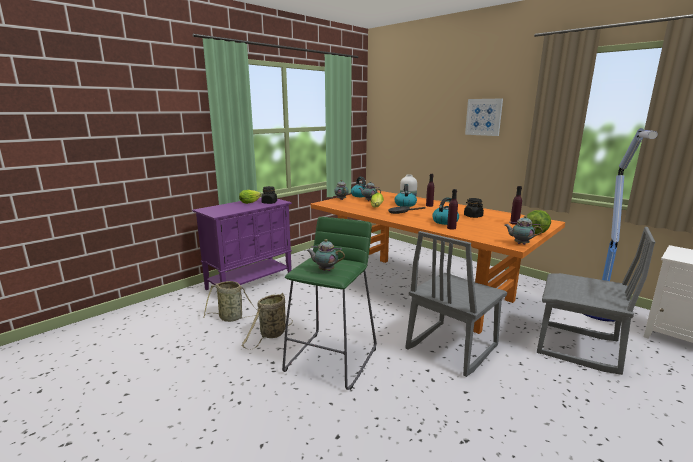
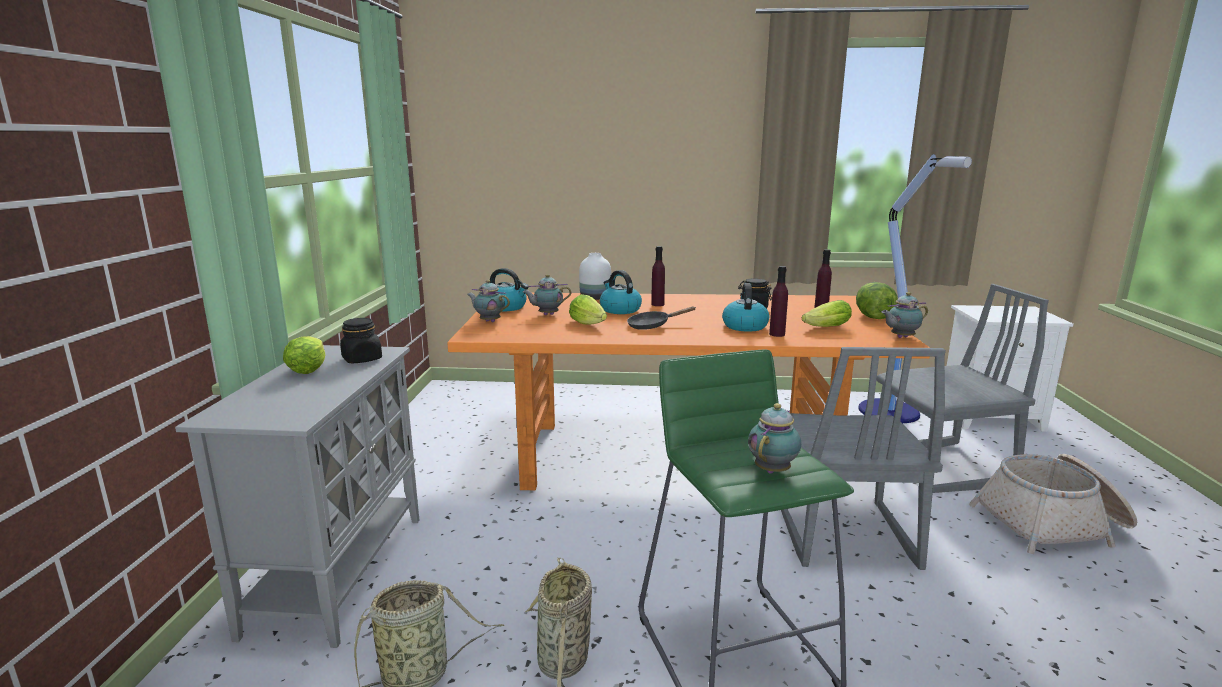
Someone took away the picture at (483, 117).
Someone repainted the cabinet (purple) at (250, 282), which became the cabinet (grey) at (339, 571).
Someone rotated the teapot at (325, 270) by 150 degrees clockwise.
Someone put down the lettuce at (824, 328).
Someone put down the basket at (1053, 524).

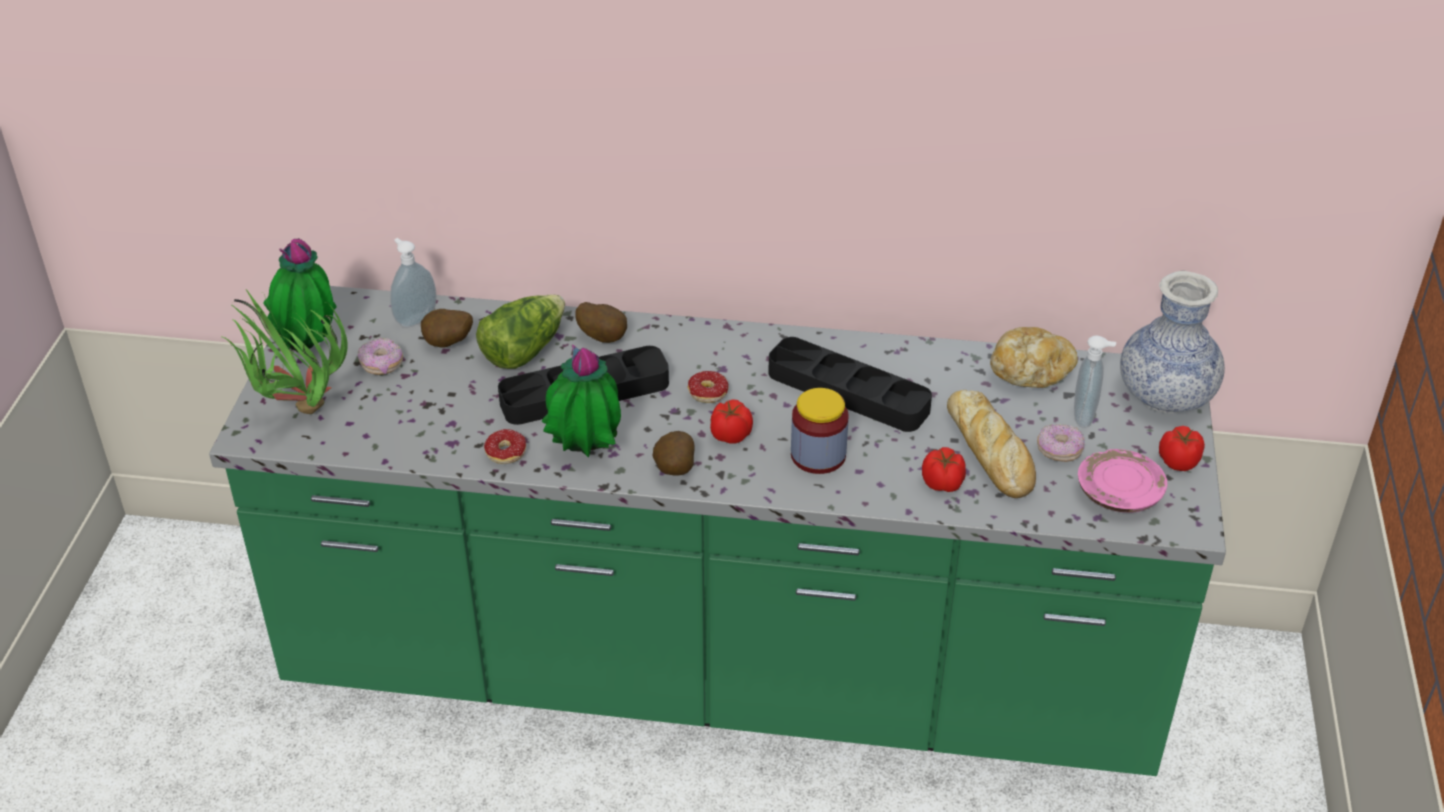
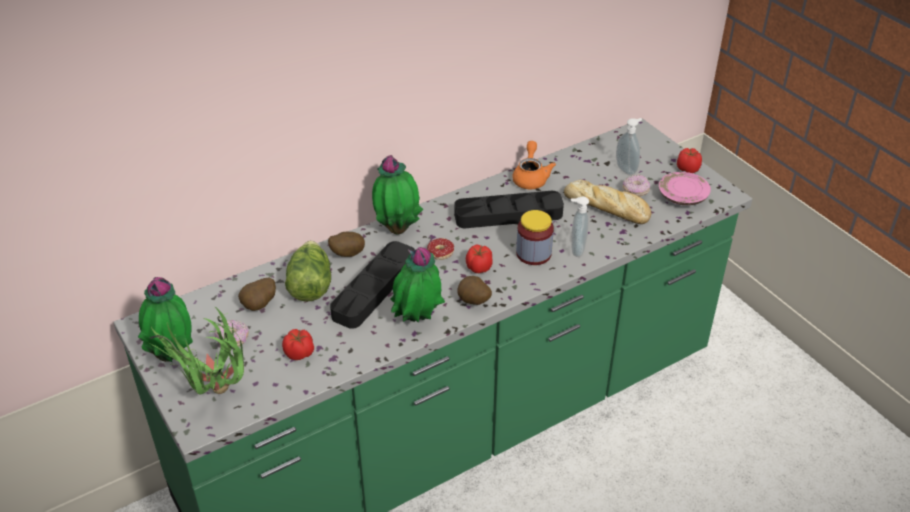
Someone carried the soap dispenser from (415, 319) to (576, 249).
Someone took away the vase at (1165, 396).
Someone took away the bread at (1030, 373).
Someone took away the donut at (498, 452).
Someone carried the tomato from (943, 484) to (300, 353).
Someone put down the teapot (orange) at (531, 177).
Someone put down the potted plant at (397, 228).

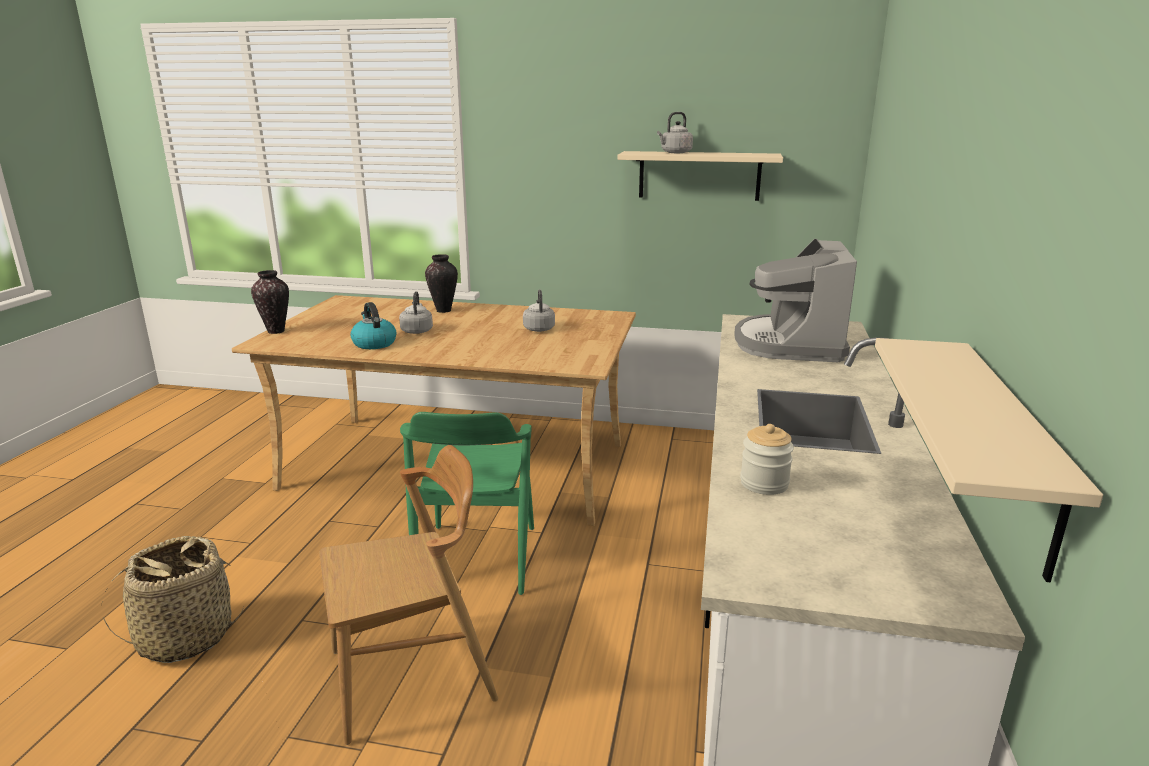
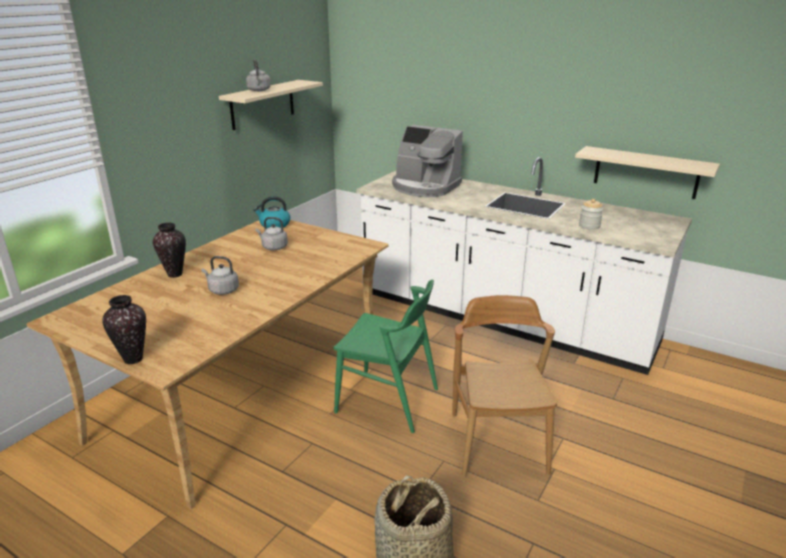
Someone carried the kettle from (374, 343) to (274, 225).

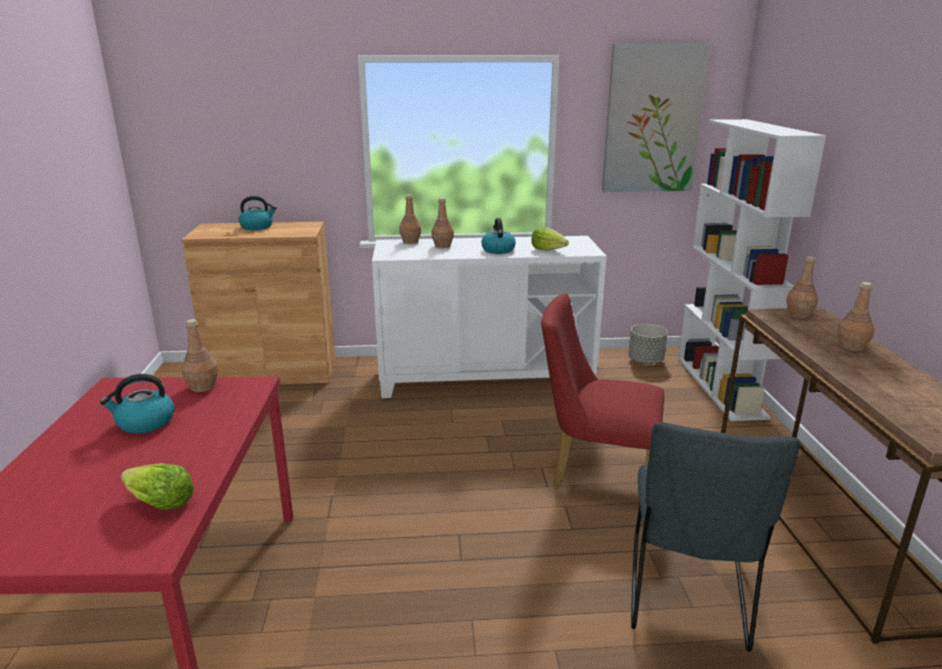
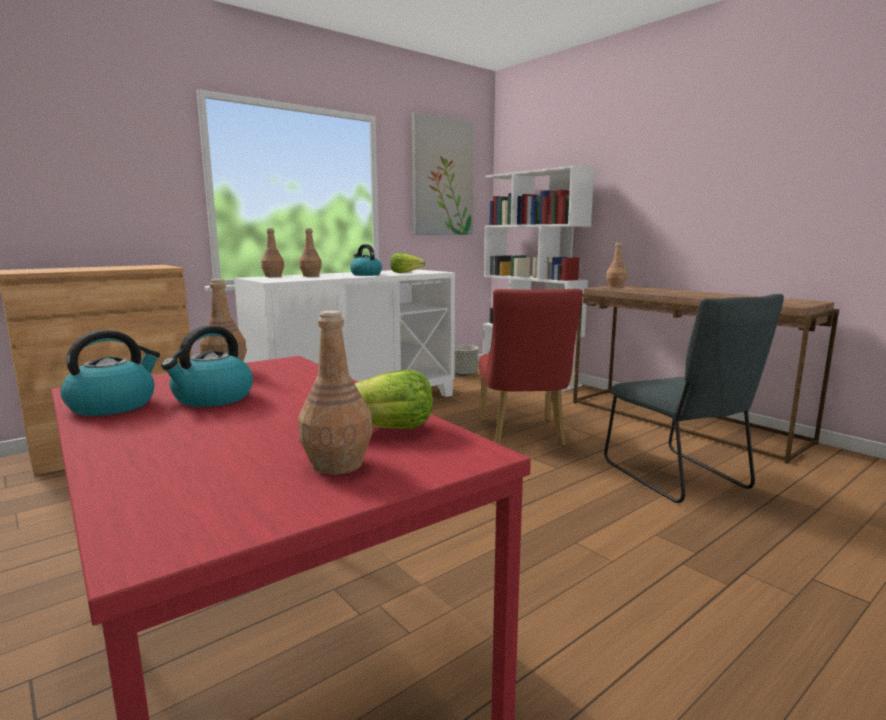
Someone carried the kettle from (257, 227) to (113, 405).
Someone carried the bottle (brown) from (852, 347) to (338, 464).
Someone rotated the chair (red) at (595, 472) by 75 degrees counterclockwise.

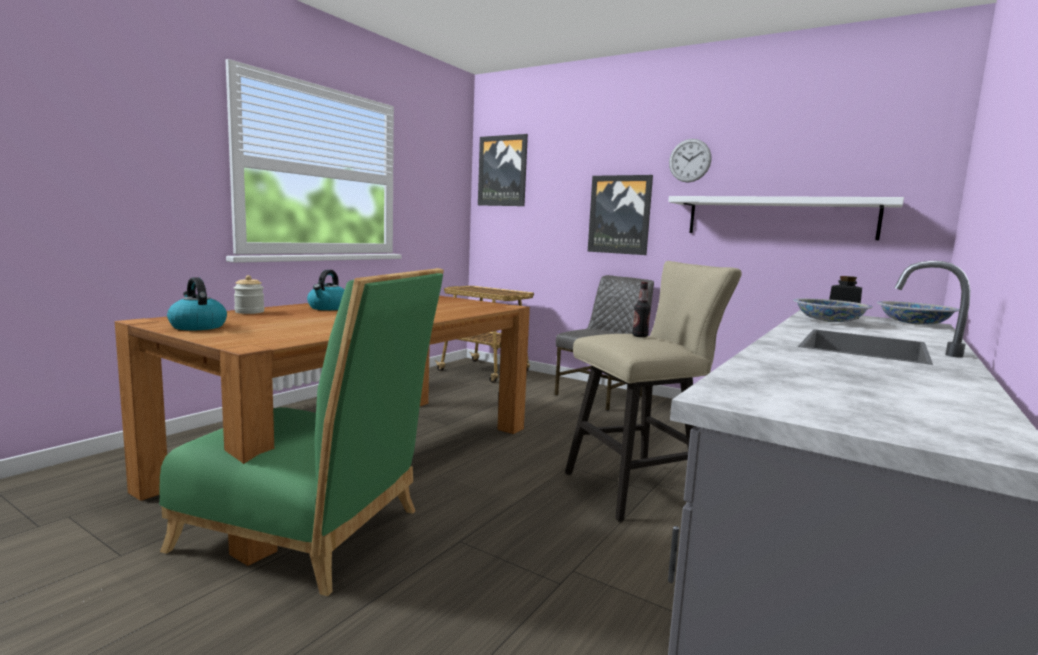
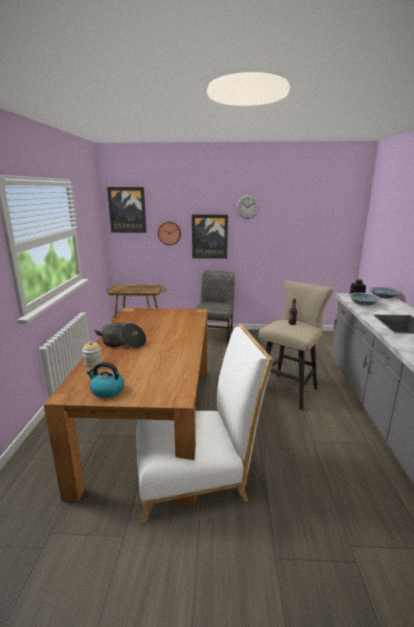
Someone took away the shelf (white) at (778, 217).
Someone repainted the chair (green) at (312, 533), which became the chair (white) at (197, 474).
Someone swapped the kettle at (328, 308) for the cooking pot at (123, 343).
Someone put up the wall clock at (169, 233).

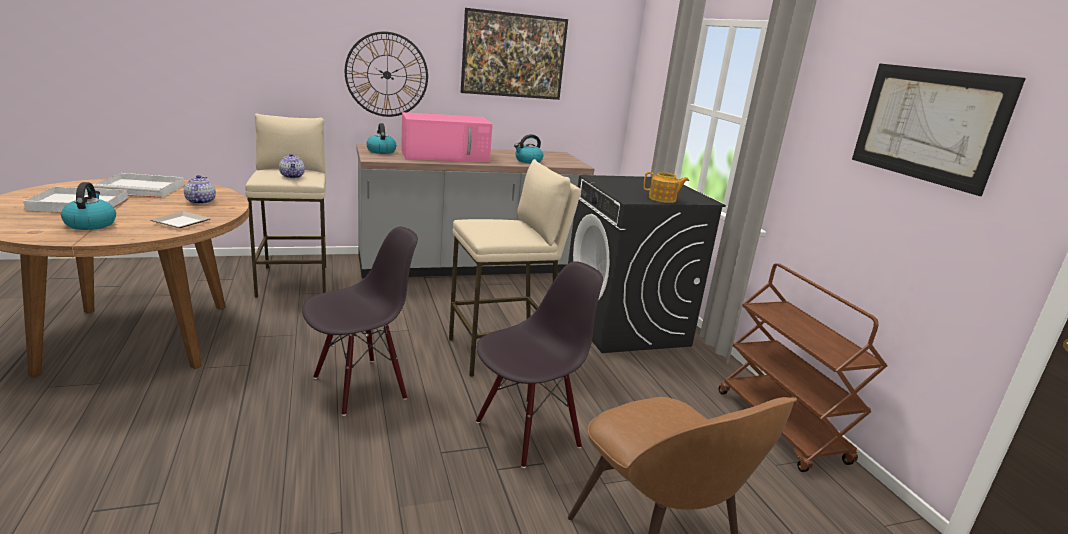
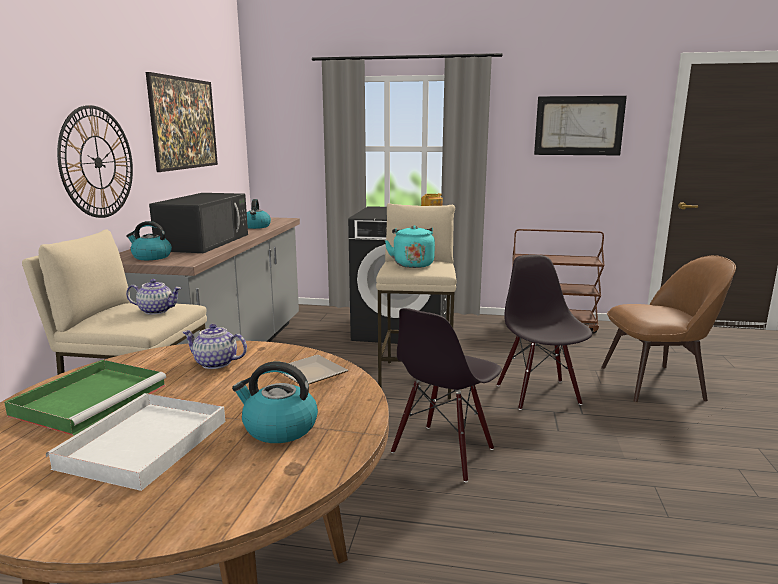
Someone repainted the microwave (pink) at (446, 156), which became the microwave (black) at (205, 242).
Someone repainted the tray (white) at (143, 189), which became the tray (green) at (92, 399).
Someone rotated the chair (black) at (360, 386) by 135 degrees counterclockwise.
Someone put down the kettle (turquoise) at (412, 264).

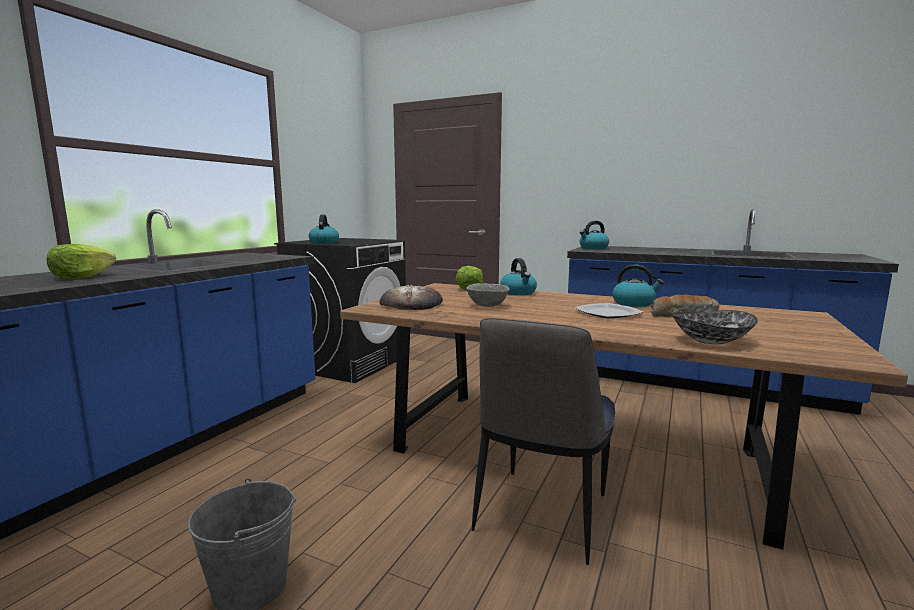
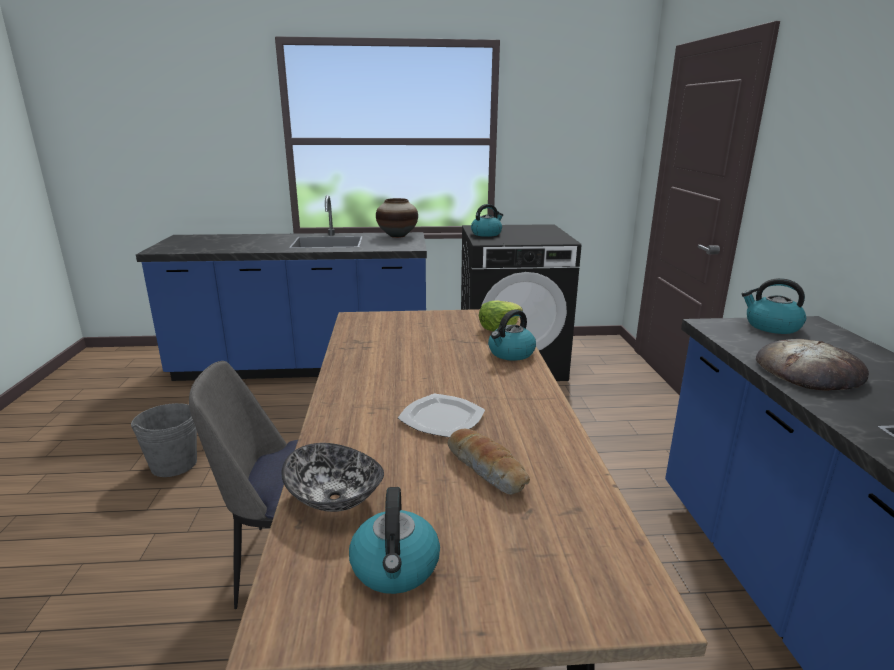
Someone took away the lettuce at (82, 277).
Someone carried the kettle from (634, 303) to (395, 568).
Someone took away the bowl (grey) at (487, 305).
Someone carried the bread from (411, 304) to (809, 371).
Someone put down the vase at (397, 236).

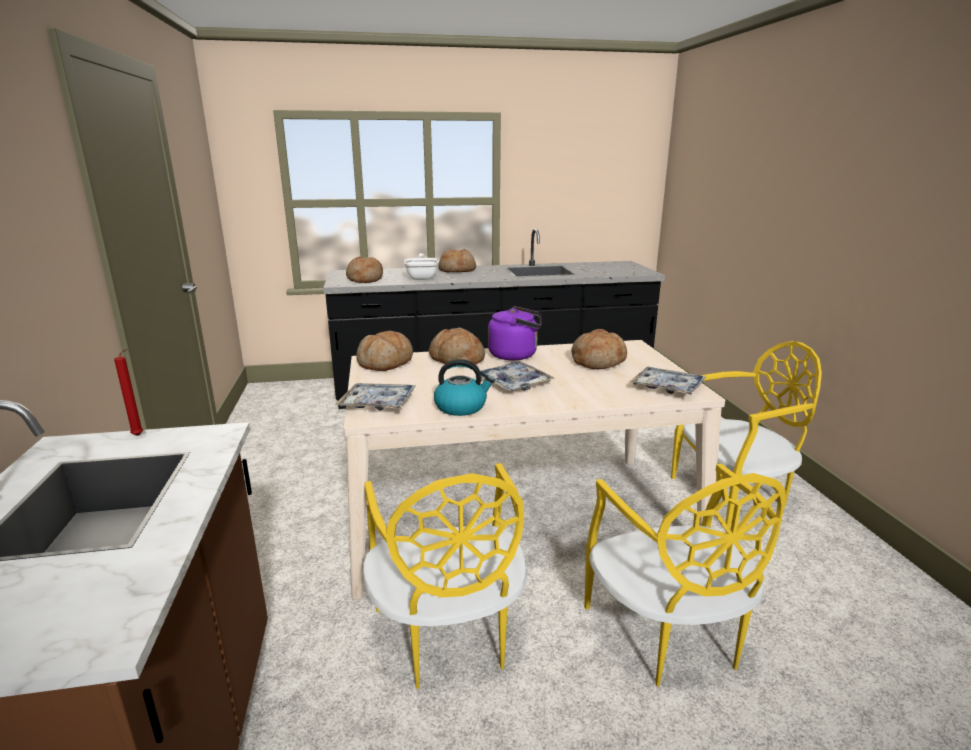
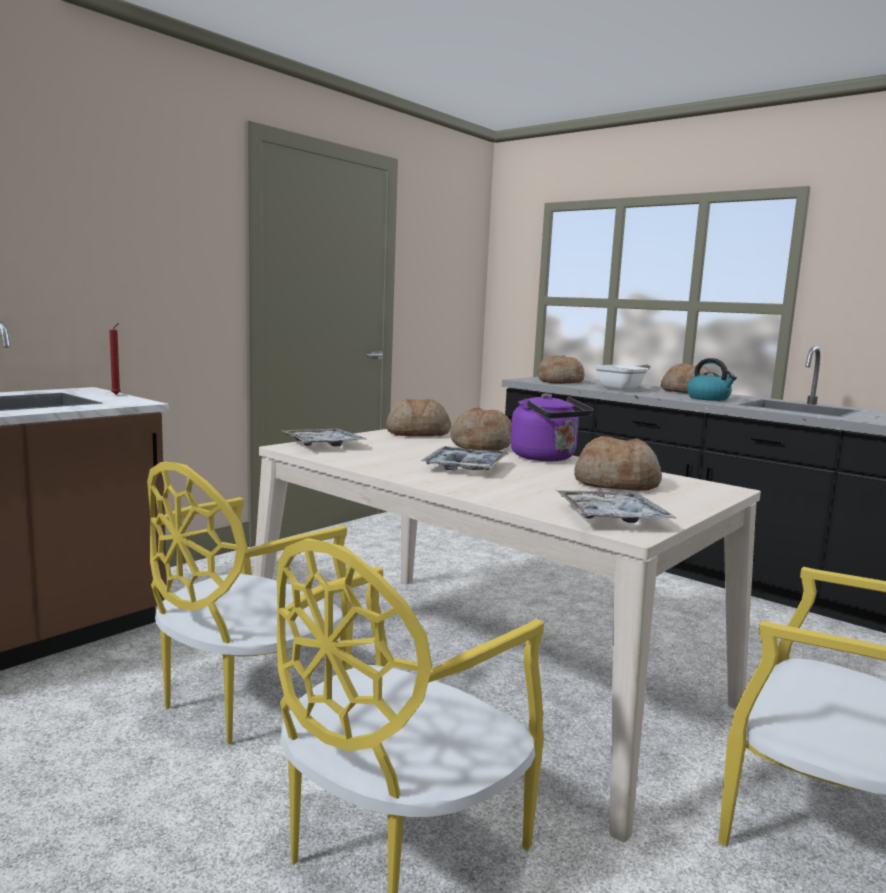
Someone carried the kettle from (461, 407) to (709, 398).

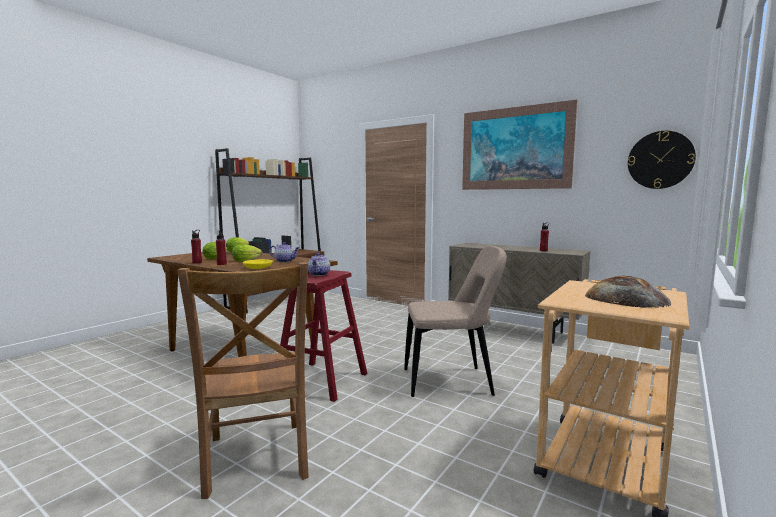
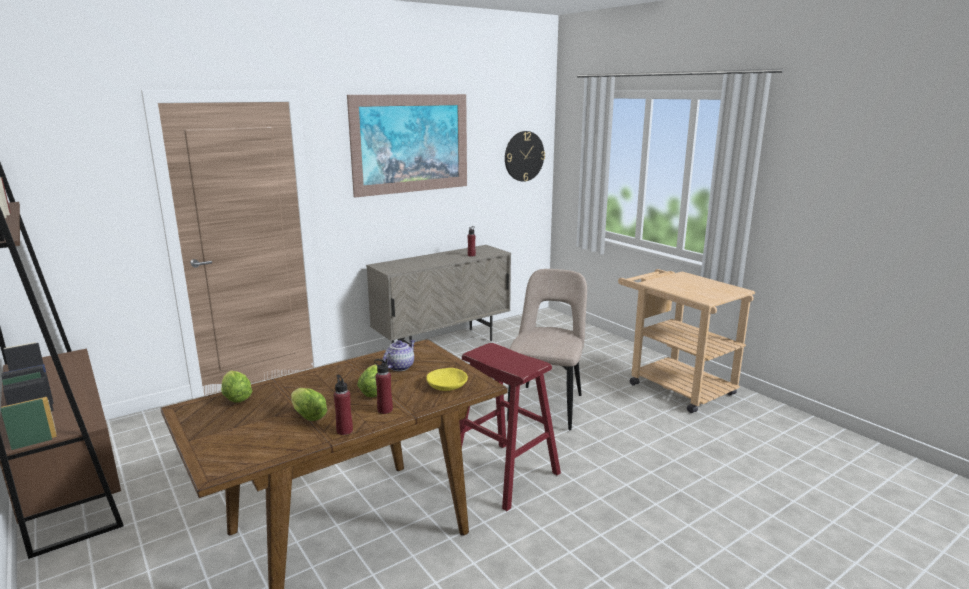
Someone took away the teapot at (319, 274).
Someone took away the chair (brown) at (255, 460).
Someone took away the bread at (626, 299).

